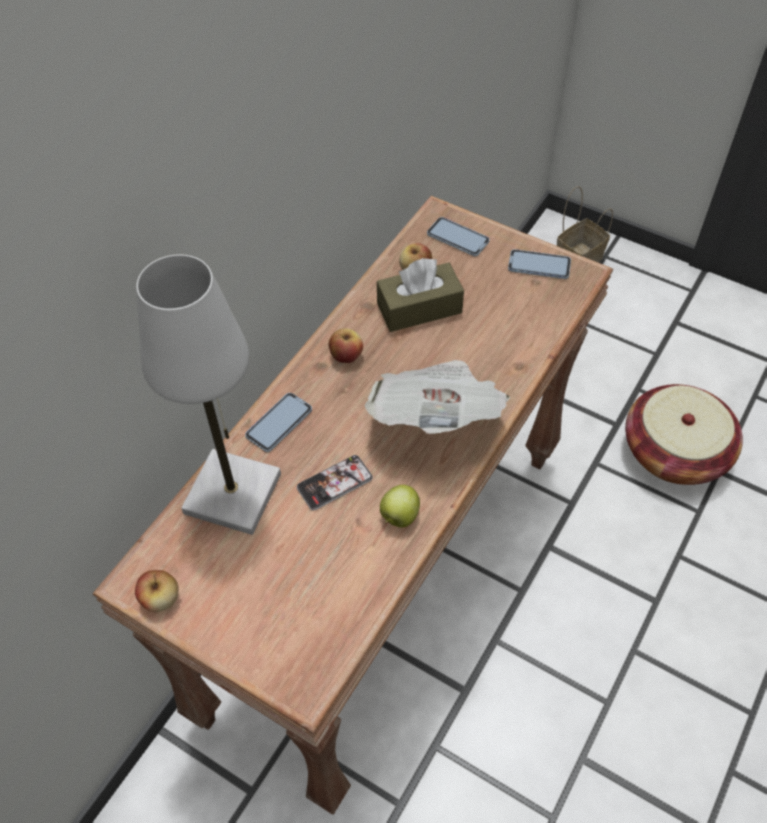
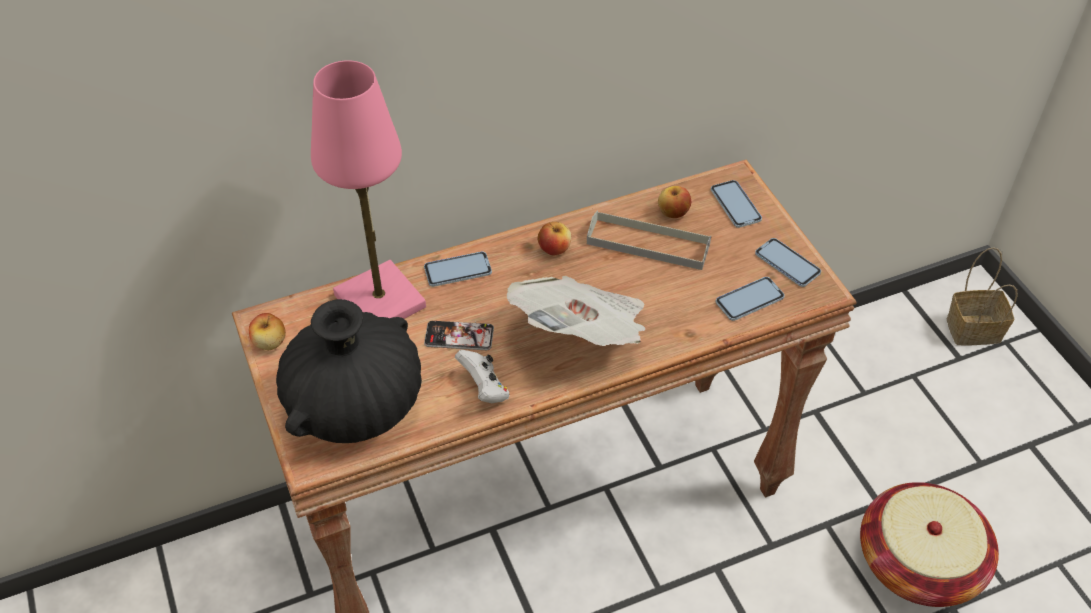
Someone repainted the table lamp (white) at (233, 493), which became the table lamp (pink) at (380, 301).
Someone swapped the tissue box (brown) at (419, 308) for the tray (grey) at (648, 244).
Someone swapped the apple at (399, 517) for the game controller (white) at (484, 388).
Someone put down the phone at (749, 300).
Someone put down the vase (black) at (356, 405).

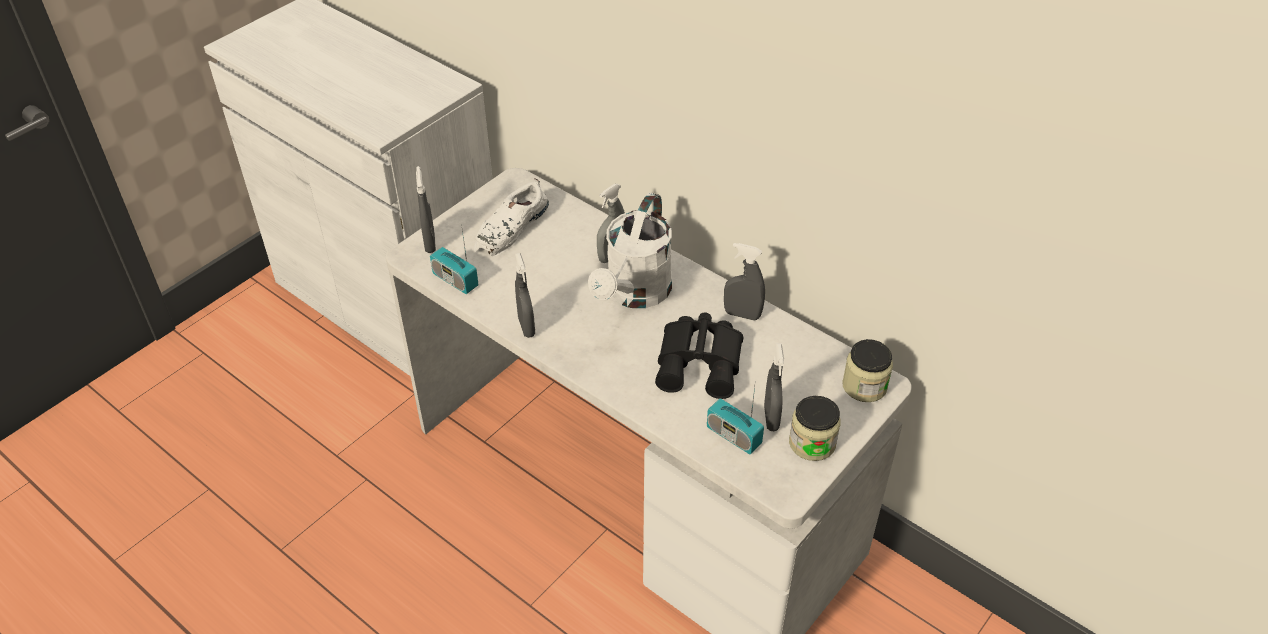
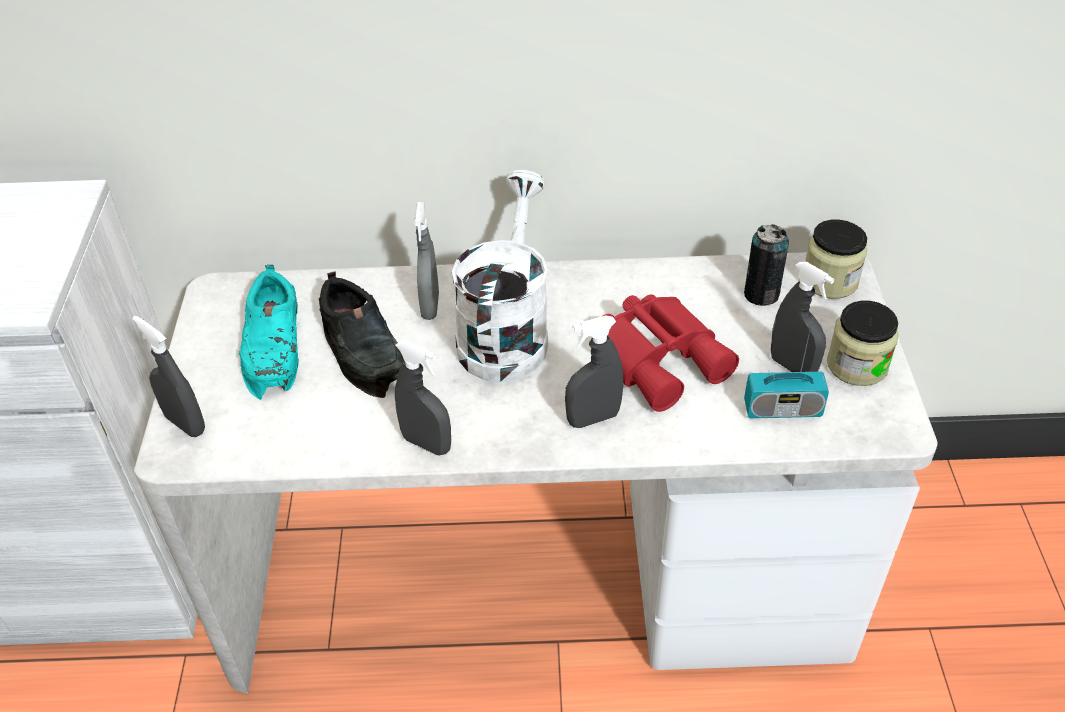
Someone repainted the shoe (white) at (511, 228), which became the shoe (turquoise) at (274, 346).
Someone rotated the watering can (white) at (634, 294) by 150 degrees counterclockwise.
Someone took away the radio at (455, 280).
Someone carried the spray bottle (grey) from (742, 314) to (593, 418).
Someone repainted the binoculars (black) at (701, 362), which became the binoculars (red) at (660, 357).
Someone put down the can at (761, 294).
Someone put down the shoe (black) at (363, 348).

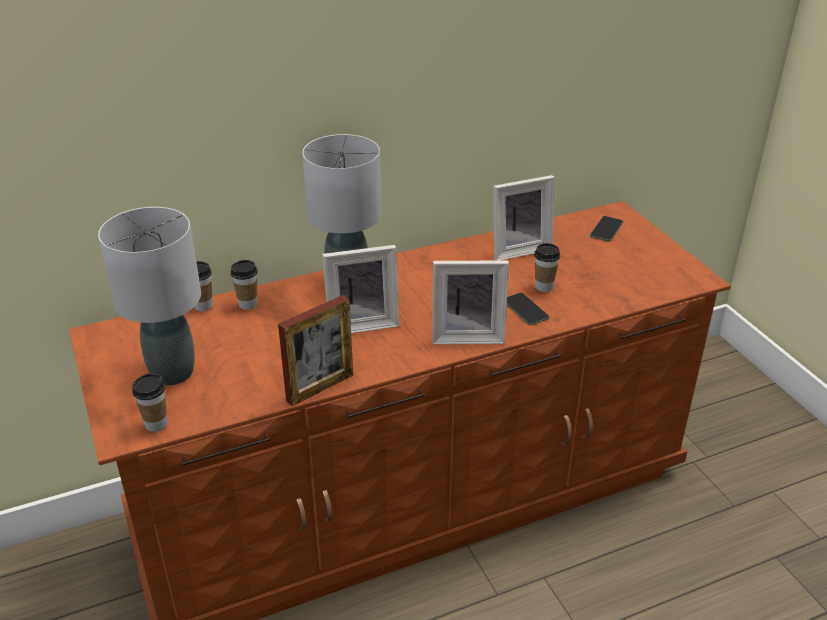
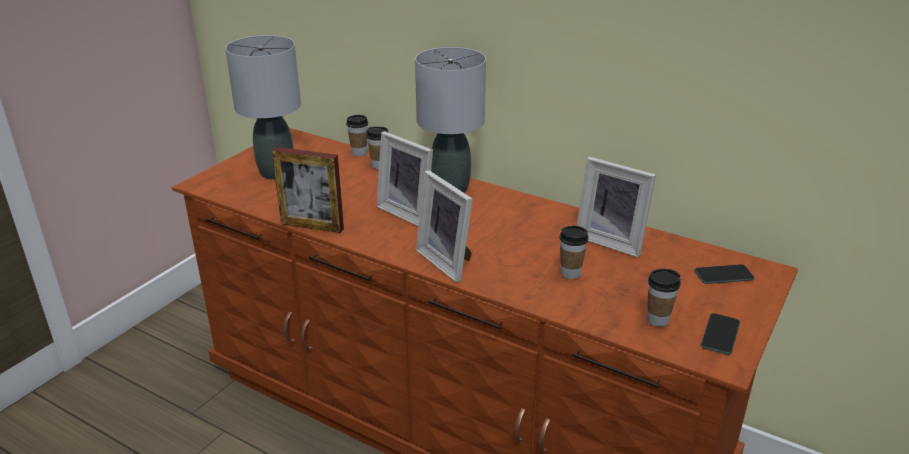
Someone carried the phone from (525, 309) to (720, 334).
Someone carried the cup from (156, 424) to (657, 320).

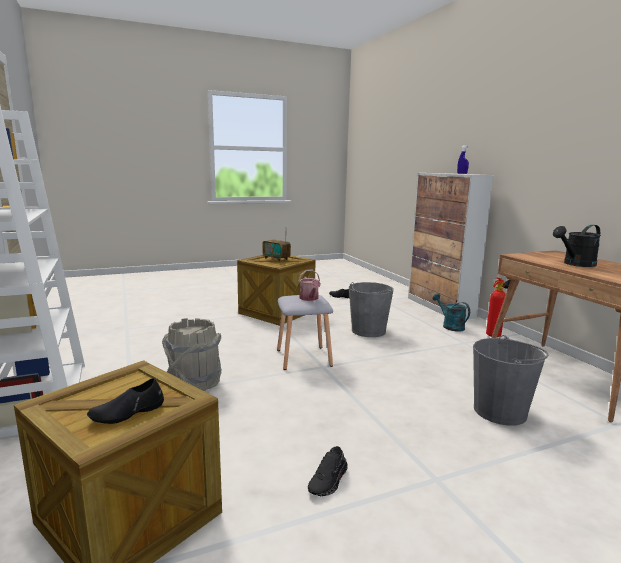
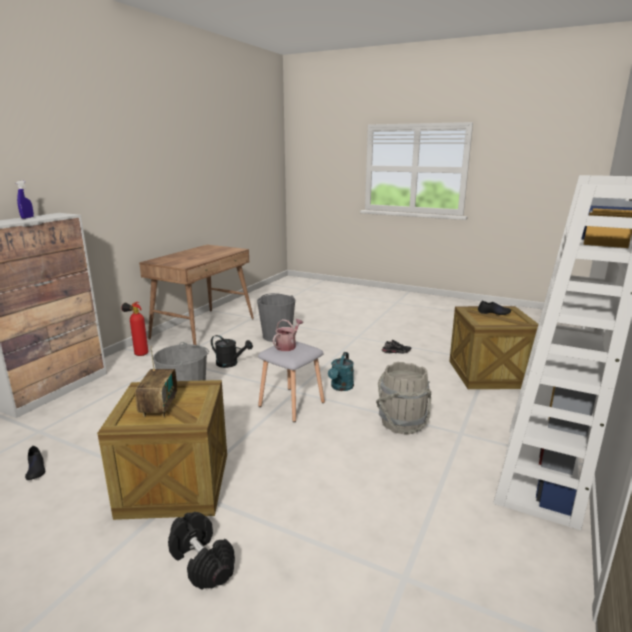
Someone carried the watering can (black) from (576, 264) to (230, 364).
Someone carried the watering can (turquoise) from (450, 326) to (341, 387).
Someone put down the dumbbell (black) at (201, 562).

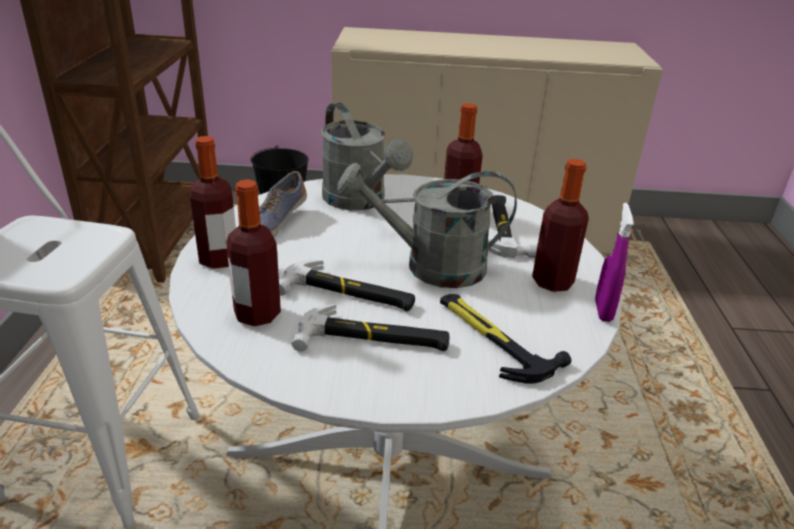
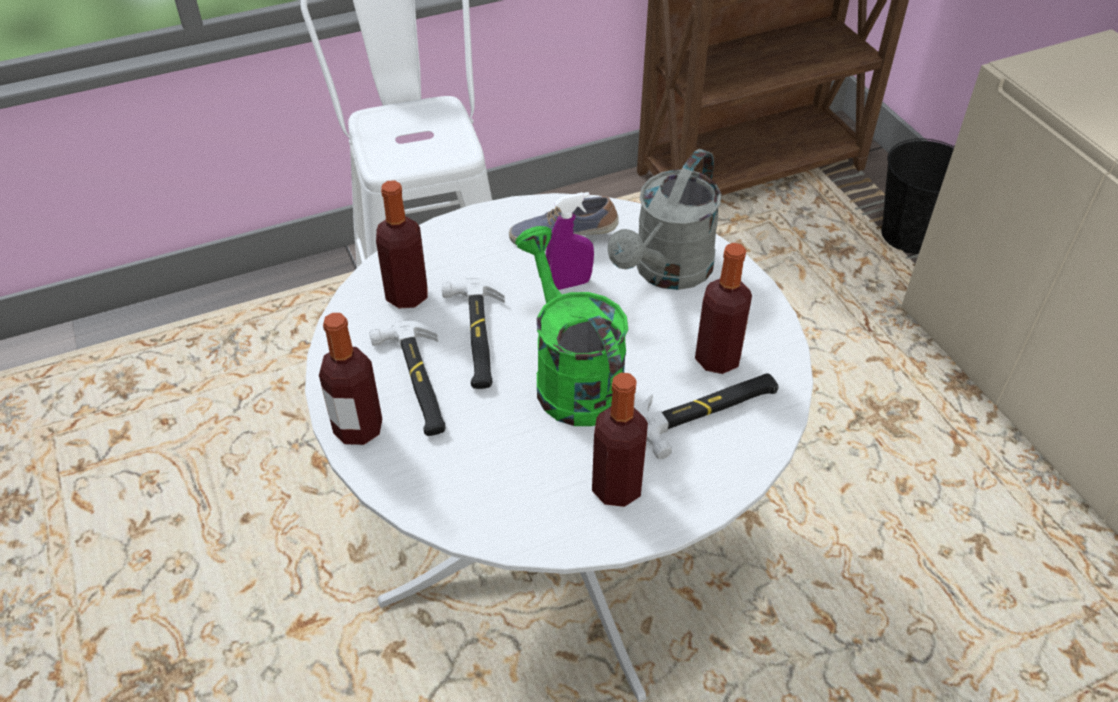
Someone carried the bottle from (219, 259) to (358, 428).
Someone repainted the watering can (grey) at (430, 266), which became the watering can (green) at (571, 377).
Someone carried the spray bottle (purple) from (603, 310) to (569, 283).
Someone took away the hammer at (491, 339).

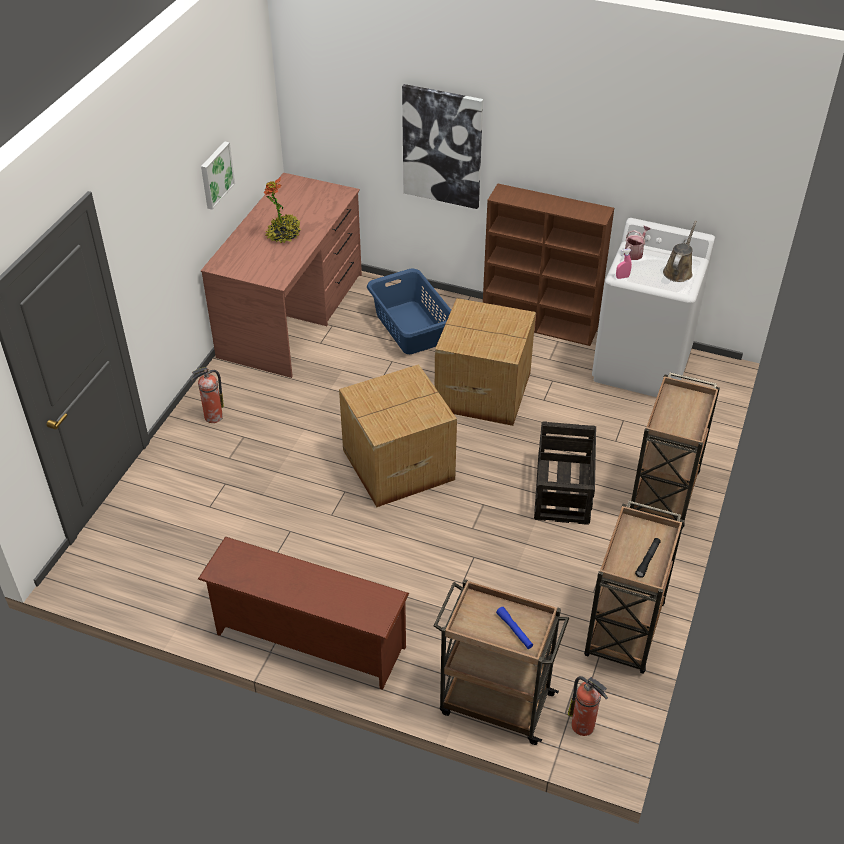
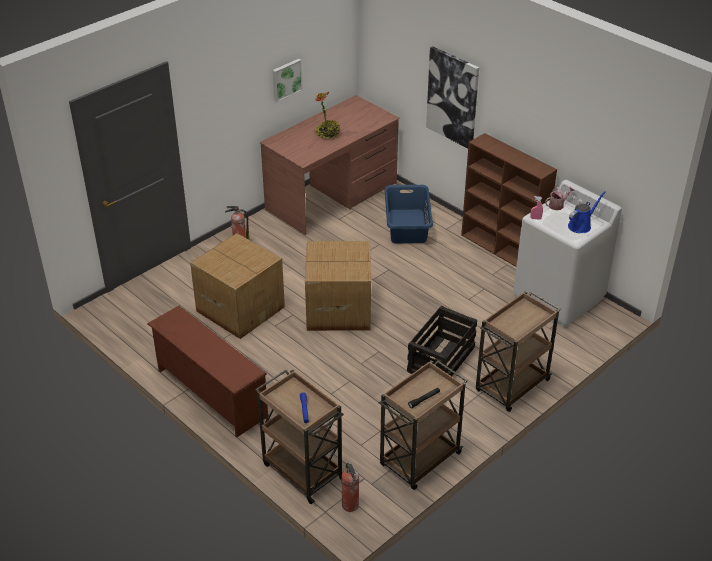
Someone repainted the watering can (brown) at (678, 271), which became the watering can (blue) at (581, 225).
Someone carried the cardboard box from (482, 390) to (240, 308).

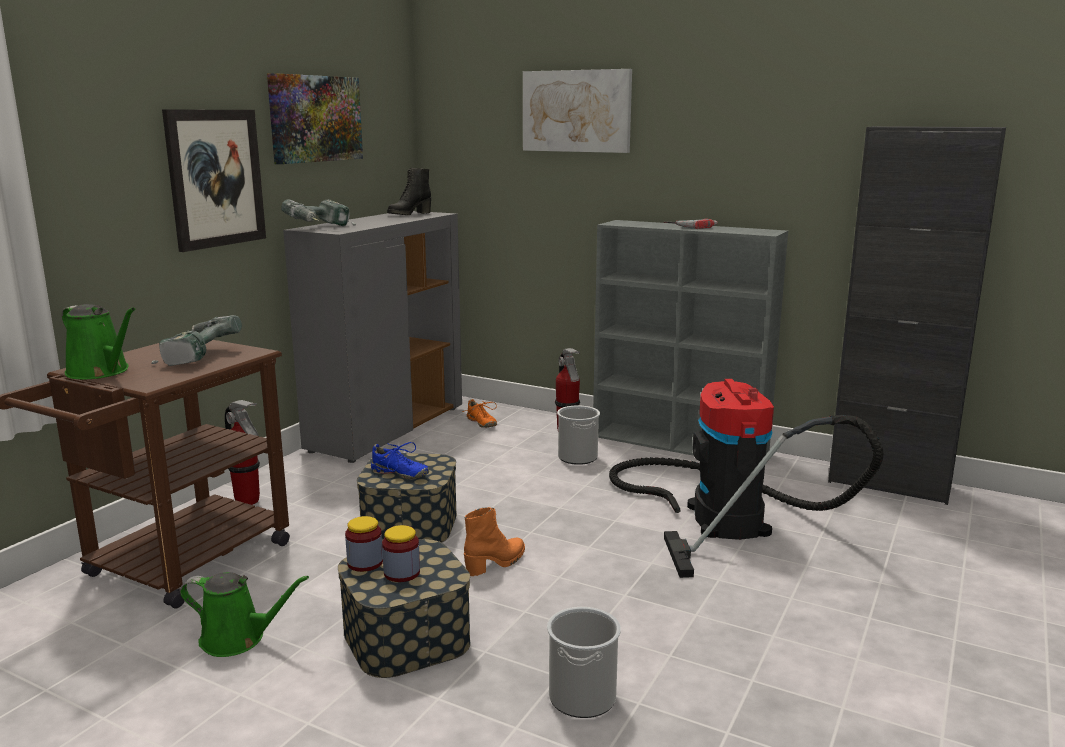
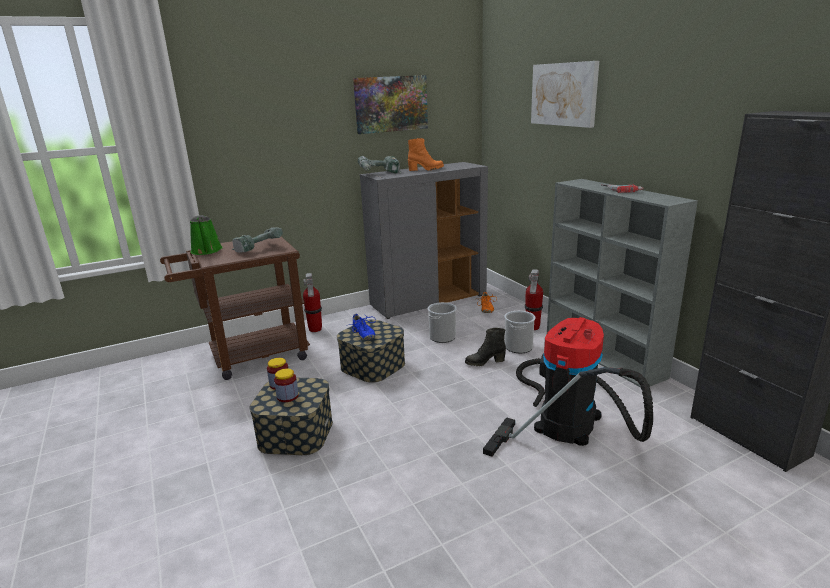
Someone took away the picture at (215, 178).
Someone carried the boot (black) from (409, 214) to (484, 362).
Someone carried the boot (orange) from (496, 563) to (426, 169).
Someone took away the watering can (green) at (238, 639).
Someone carried the bucket from (582, 697) to (442, 337).

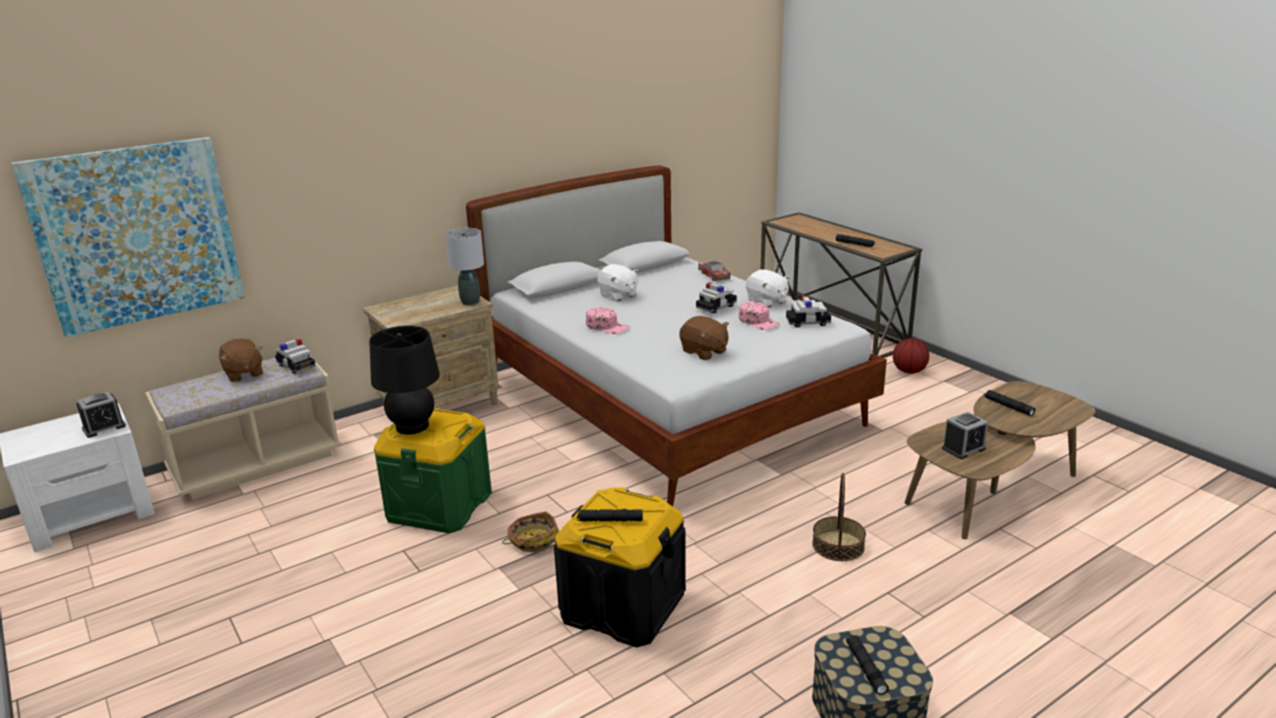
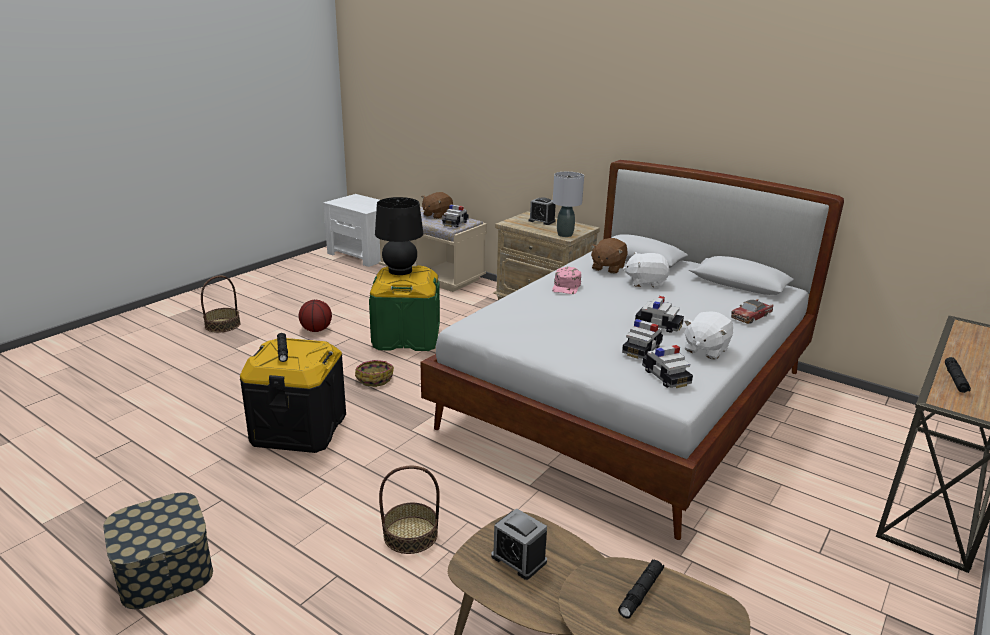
Someone took away the picture at (137, 235).
Someone rotated the plush toy (white) at (618, 295) by 60 degrees clockwise.
Someone swapped the cap (pink) at (758, 321) for the toy car at (641, 349).
Someone carried the plush toy (brown) from (704, 352) to (607, 268).
Someone carried the basketball from (909, 371) to (316, 330).
Someone carried the alarm clock from (104, 427) to (541, 221).
Someone took away the flashlight (black) at (866, 668).
Someone put down the basket at (222, 325).

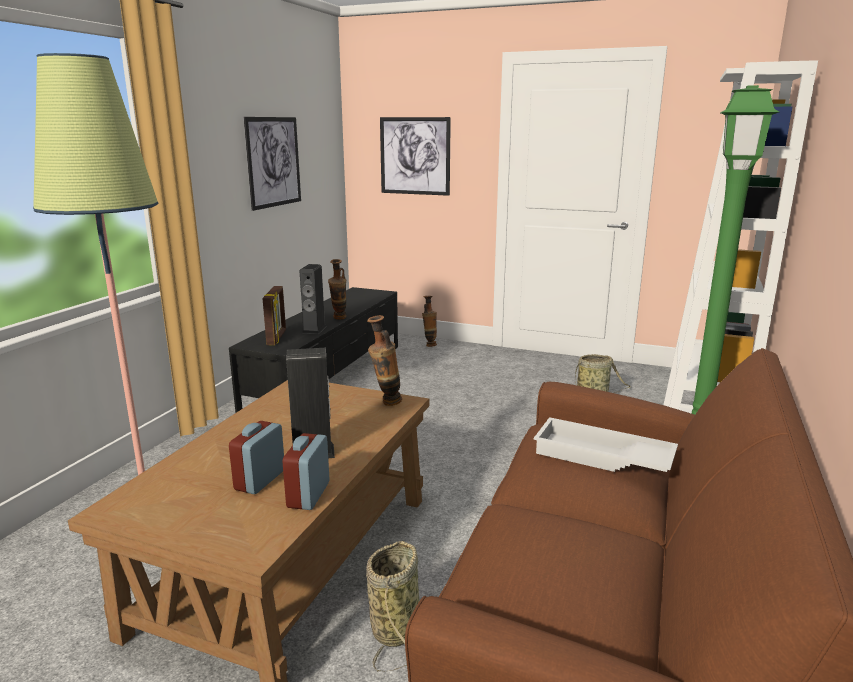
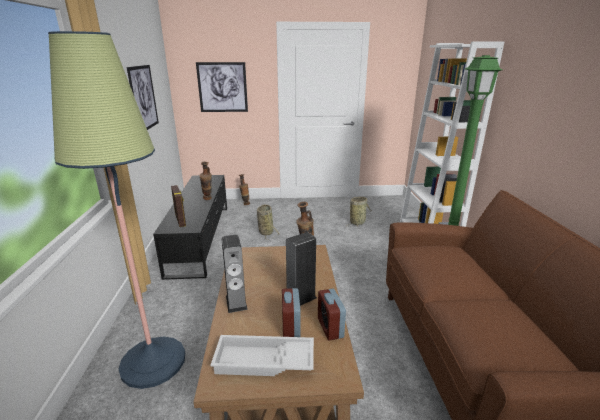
Someone carried the speaker from (314, 329) to (236, 302).
Someone carried the tray (white) from (601, 457) to (263, 362).
Someone carried the basket from (396, 627) to (266, 232).

